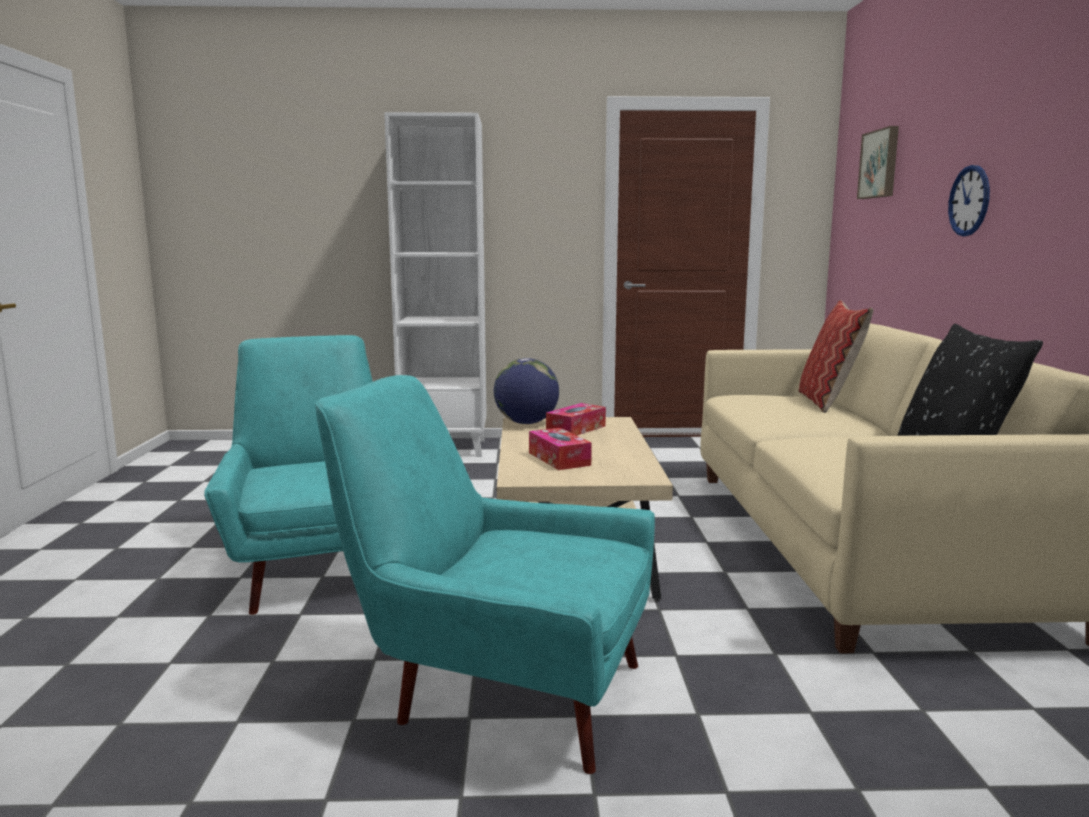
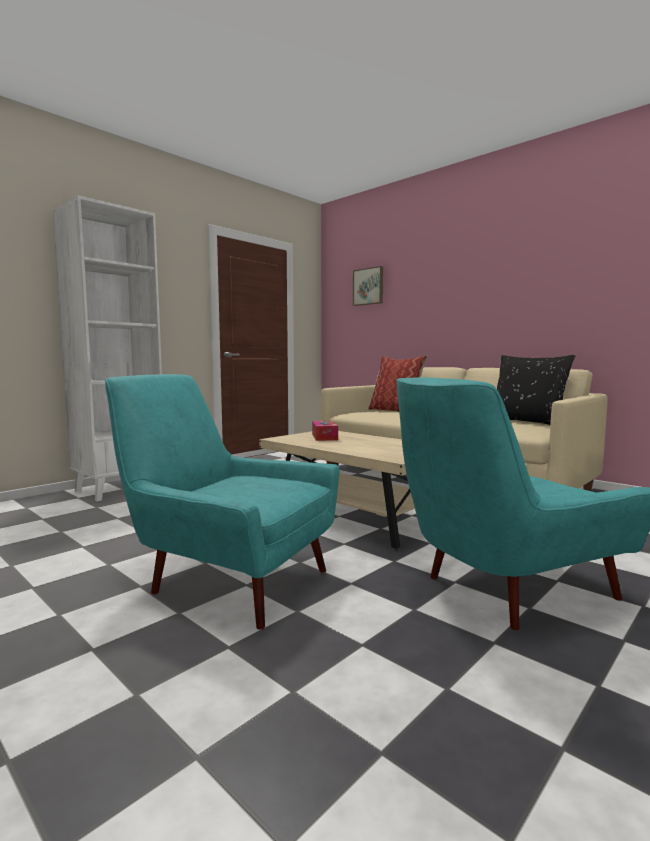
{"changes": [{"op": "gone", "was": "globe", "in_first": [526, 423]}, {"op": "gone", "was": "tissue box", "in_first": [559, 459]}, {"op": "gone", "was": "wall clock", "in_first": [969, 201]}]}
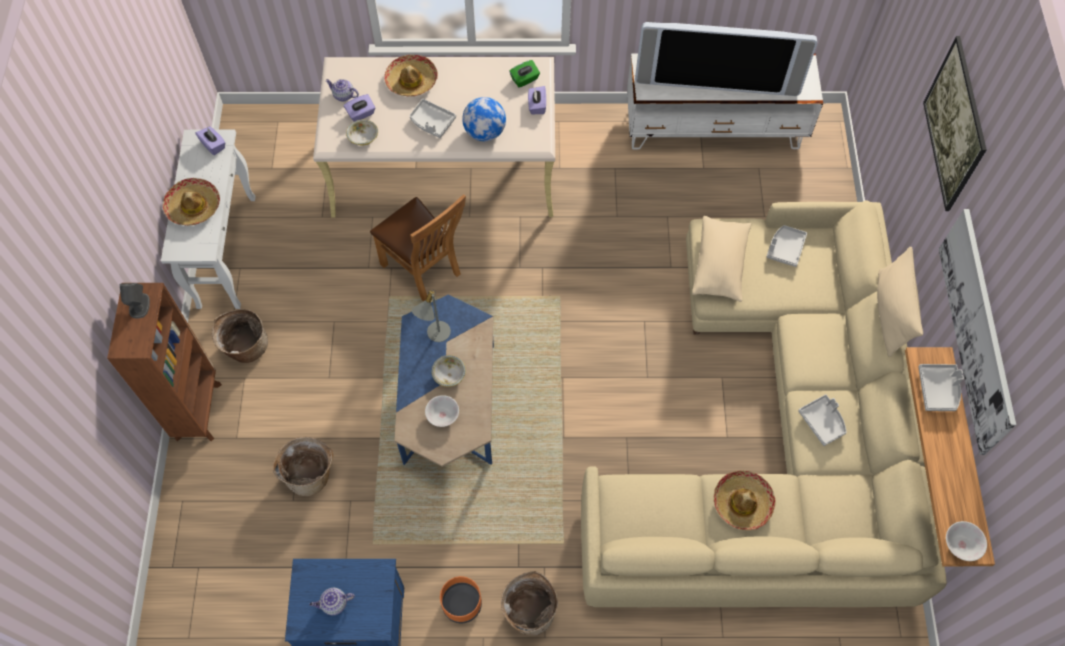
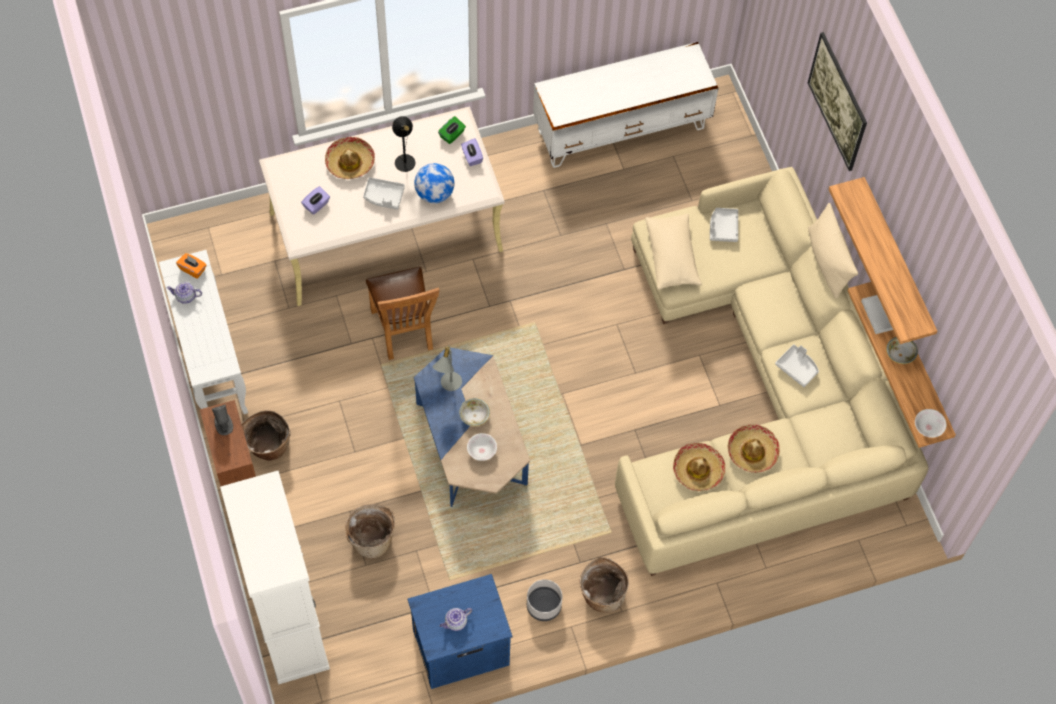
{"changes": [{"op": "shifted", "was": "hat", "in_first": [194, 207], "in_second": [698, 470]}, {"op": "repainted", "was": "purple tissue box", "now": "orange tissue box", "in_first": [213, 145], "in_second": [193, 269]}, {"op": "shifted", "was": "teapot", "in_first": [343, 95], "in_second": [185, 297]}, {"op": "shifted", "was": "bowl", "in_first": [363, 138], "in_second": [900, 354]}, {"op": "rotated", "was": "brown chair", "in_first": [425, 271], "in_second": [404, 332], "clockwise": 45}, {"op": "repainted", "was": "orange planter", "now": "grey planter", "in_first": [461, 604], "in_second": [543, 606]}, {"op": "gone", "was": "television", "in_first": [717, 83]}, {"op": "swapped", "was": "picture", "now": "shelf", "in_first": [977, 329], "in_second": [897, 261]}, {"op": "new", "now": "white cabinet", "in_second": [290, 627]}, {"op": "new", "now": "black table lamp", "in_second": [404, 159]}]}
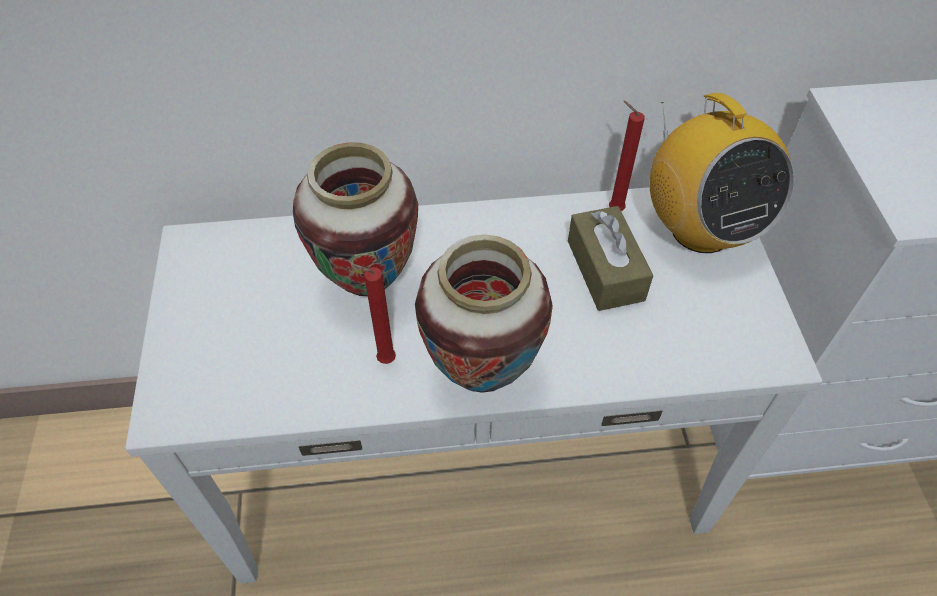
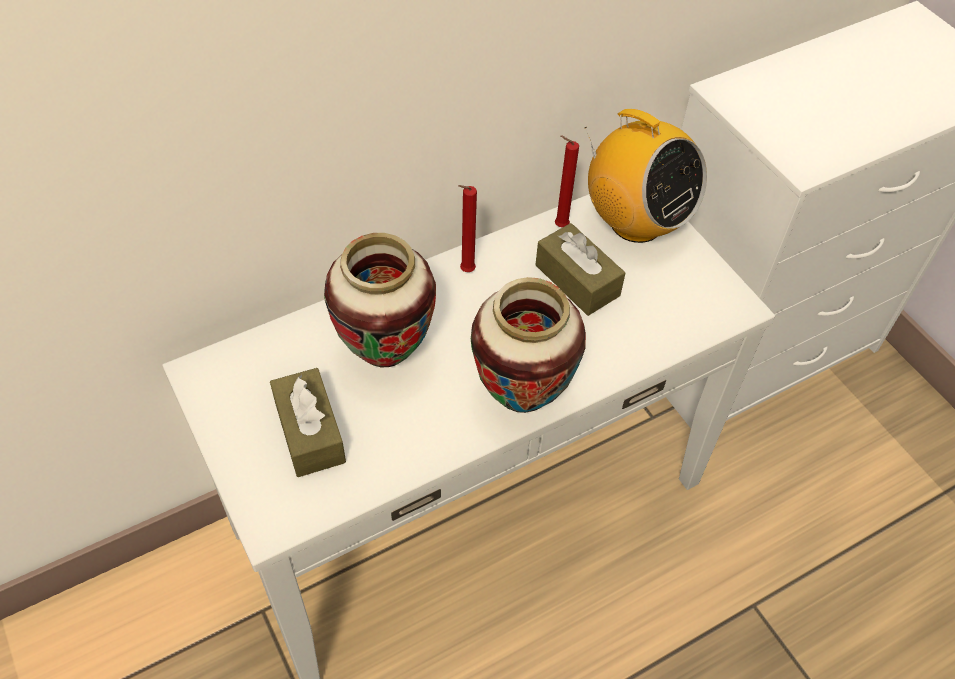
{"changes": [{"op": "shifted", "was": "red candle", "in_first": [383, 360], "in_second": [465, 271]}, {"op": "new", "now": "brown tissue box", "in_second": [310, 432]}]}
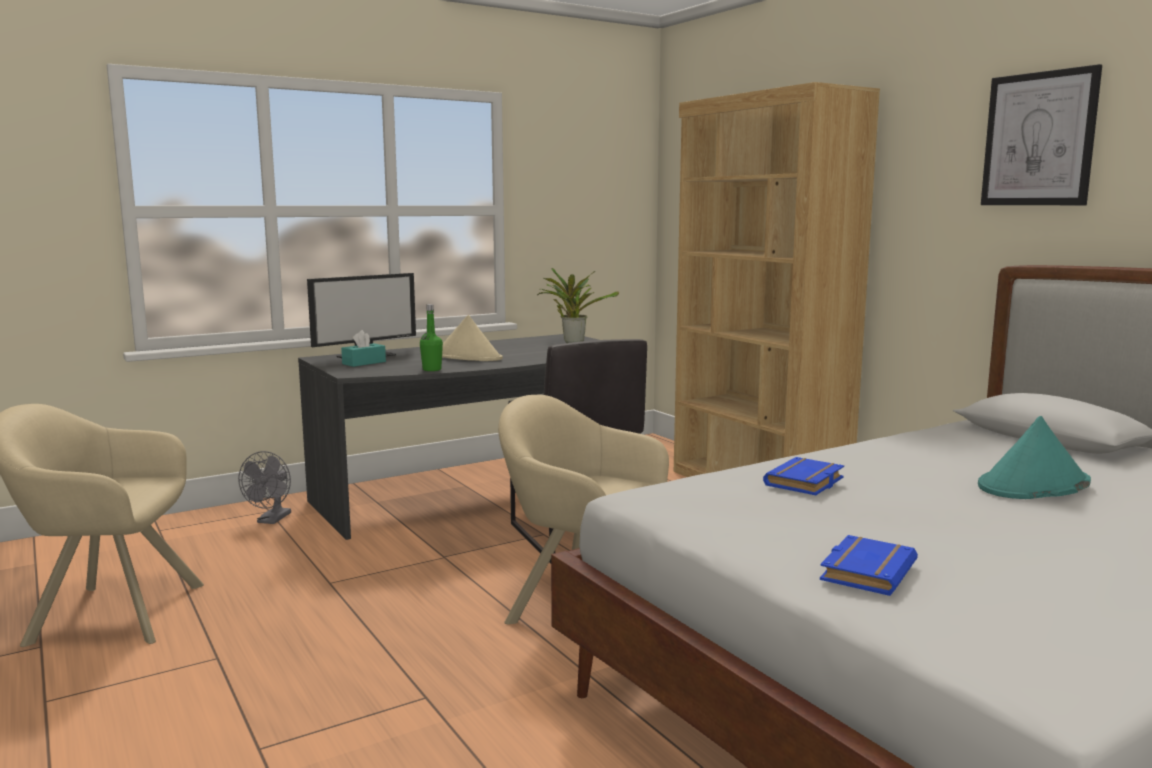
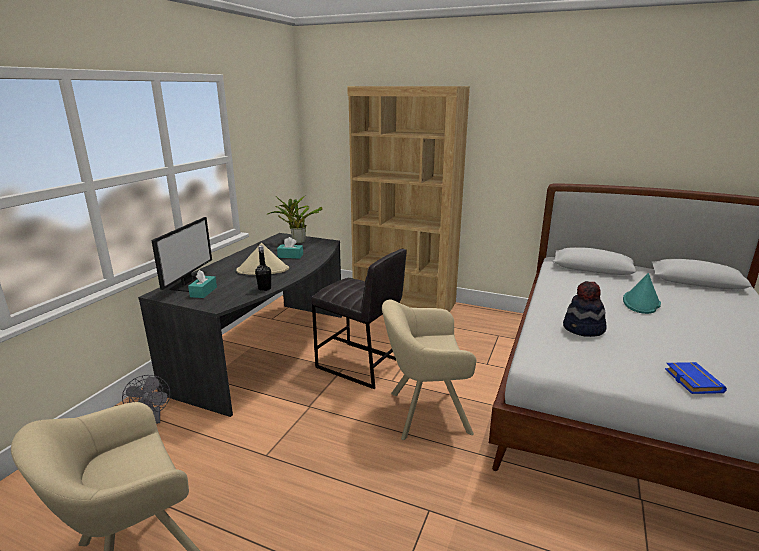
{"changes": [{"op": "repainted", "was": "green bottle", "now": "black bottle", "in_first": [432, 369], "in_second": [264, 288]}, {"op": "swapped", "was": "blue book", "now": "hat", "in_first": [806, 483], "in_second": [583, 329]}, {"op": "gone", "was": "picture", "in_first": [1039, 139]}, {"op": "new", "now": "turquoise tissue box", "in_second": [290, 256]}]}
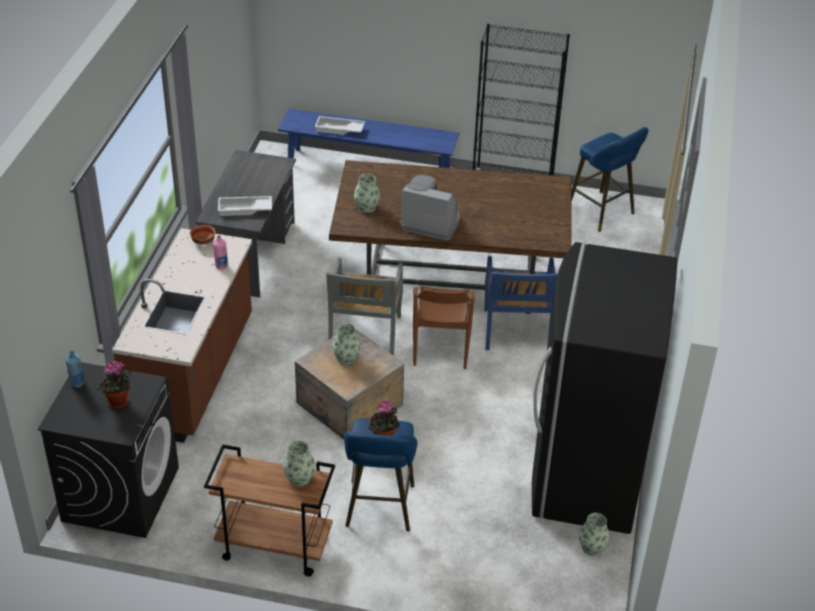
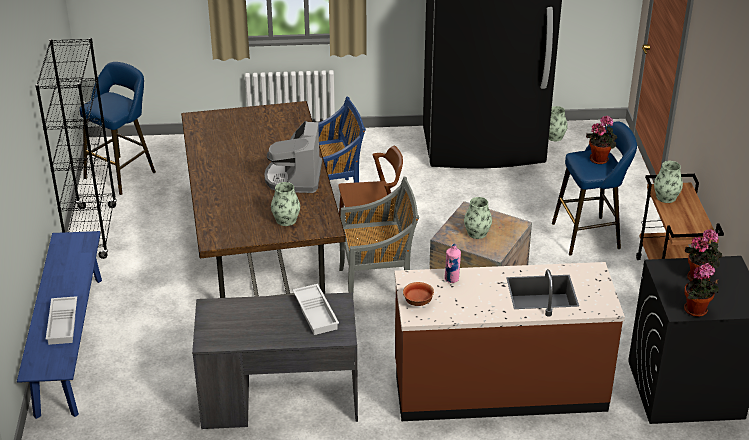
{"changes": [{"op": "swapped", "was": "blue bottle", "now": "potted plant", "in_first": [77, 383], "in_second": [697, 311]}]}
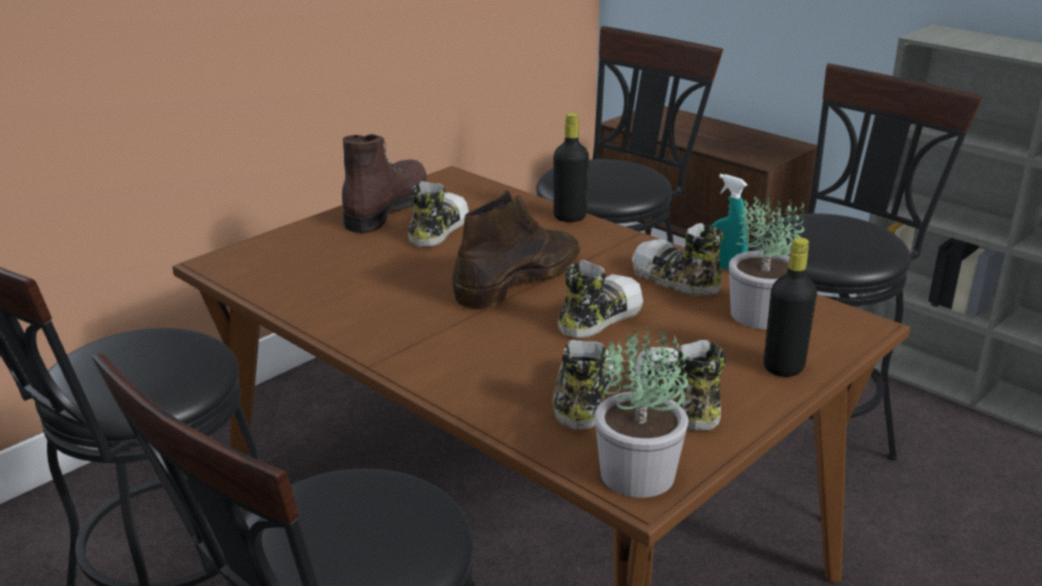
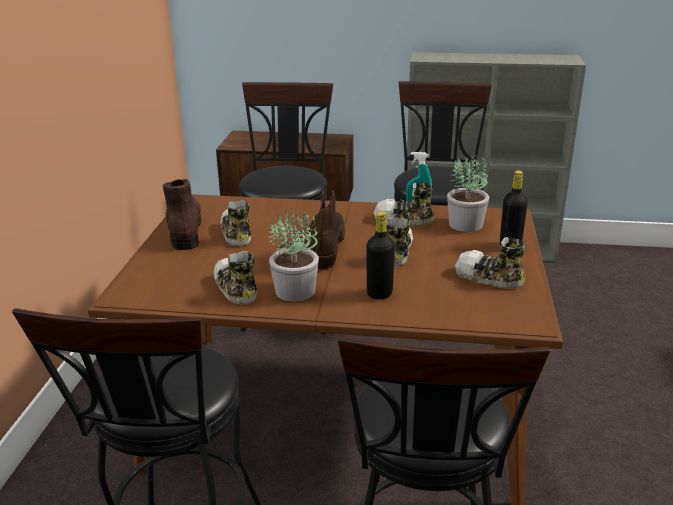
{"changes": [{"op": "shifted", "was": "shoe", "in_first": [581, 397], "in_second": [235, 288]}, {"op": "shifted", "was": "black bottle", "in_first": [569, 217], "in_second": [379, 293]}, {"op": "shifted", "was": "potted plant", "in_first": [639, 474], "in_second": [296, 291]}]}
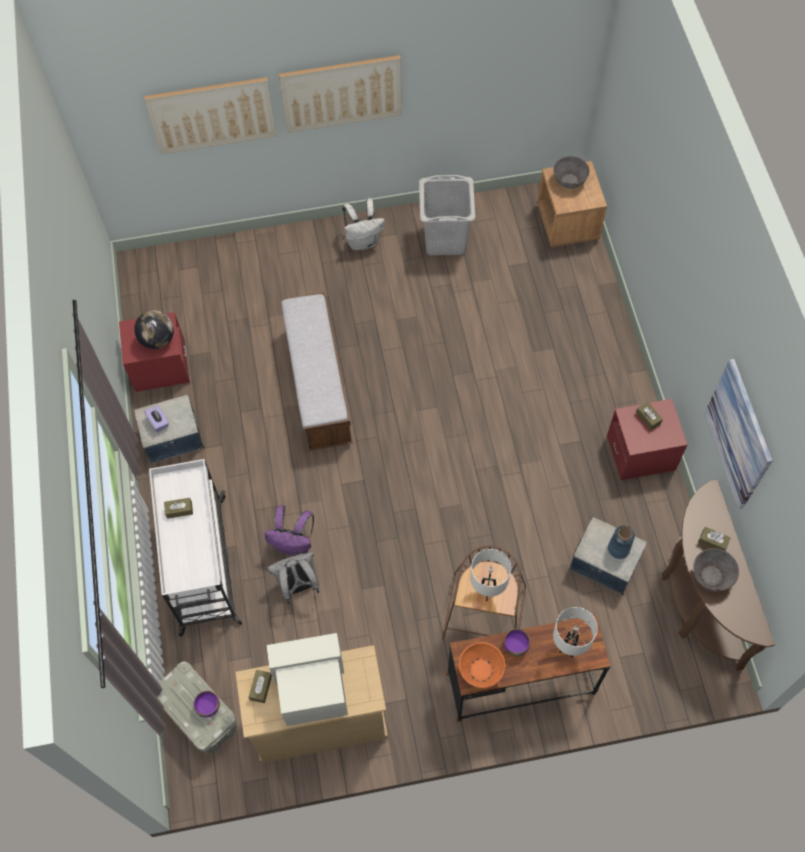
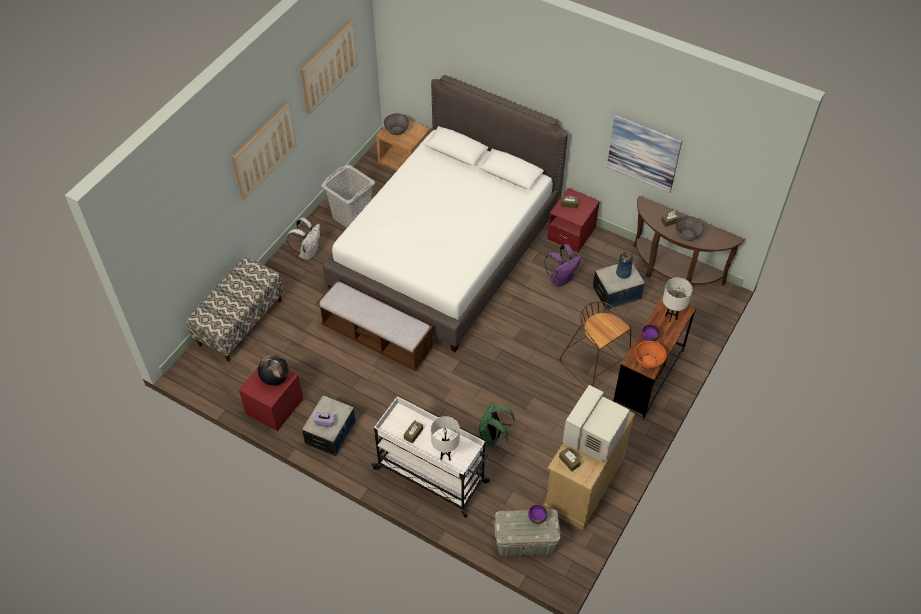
{"changes": [{"op": "shifted", "was": "picture", "in_first": [212, 115], "in_second": [328, 66]}, {"op": "shifted", "was": "purple backpack", "in_first": [294, 545], "in_second": [561, 279]}, {"op": "repainted", "was": "grey backpack", "now": "green backpack", "in_first": [298, 586], "in_second": [493, 437]}, {"op": "shifted", "was": "white table lamp", "in_first": [487, 592], "in_second": [445, 456]}, {"op": "new", "now": "bench", "in_second": [240, 322]}, {"op": "new", "now": "white bed", "in_second": [446, 251]}]}
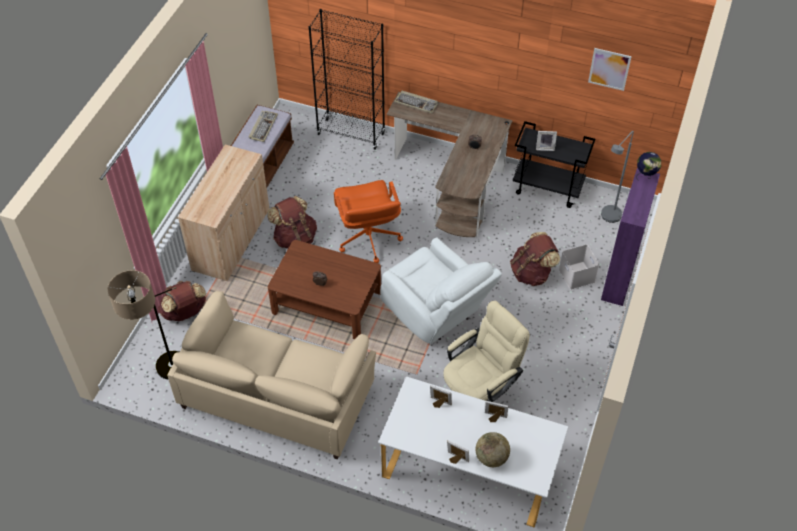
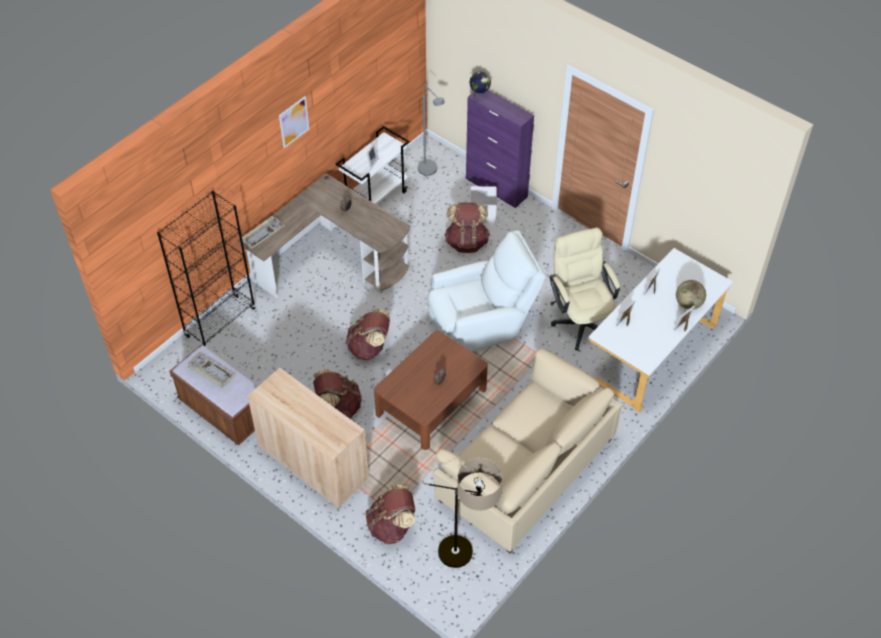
{"changes": [{"op": "swapped", "was": "orange office chair", "now": "brown backpack", "in_first": [368, 239], "in_second": [369, 348]}, {"op": "repainted", "was": "black cart", "now": "white cart", "in_first": [548, 188], "in_second": [375, 198]}, {"op": "shifted", "was": "picture", "in_first": [609, 69], "in_second": [294, 122]}]}
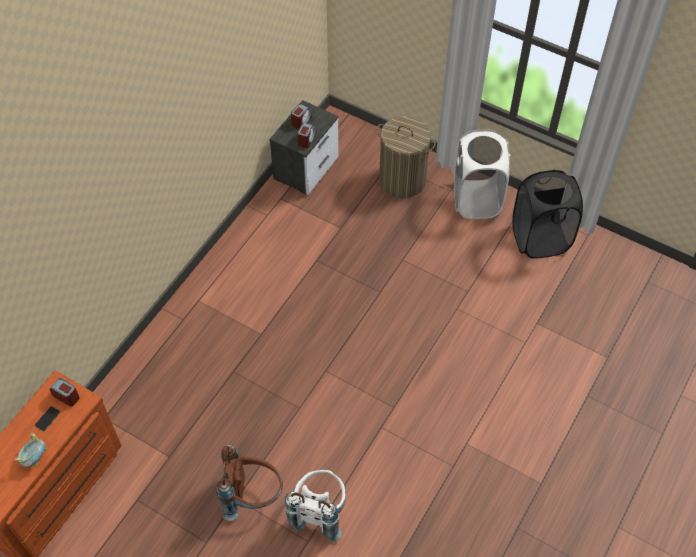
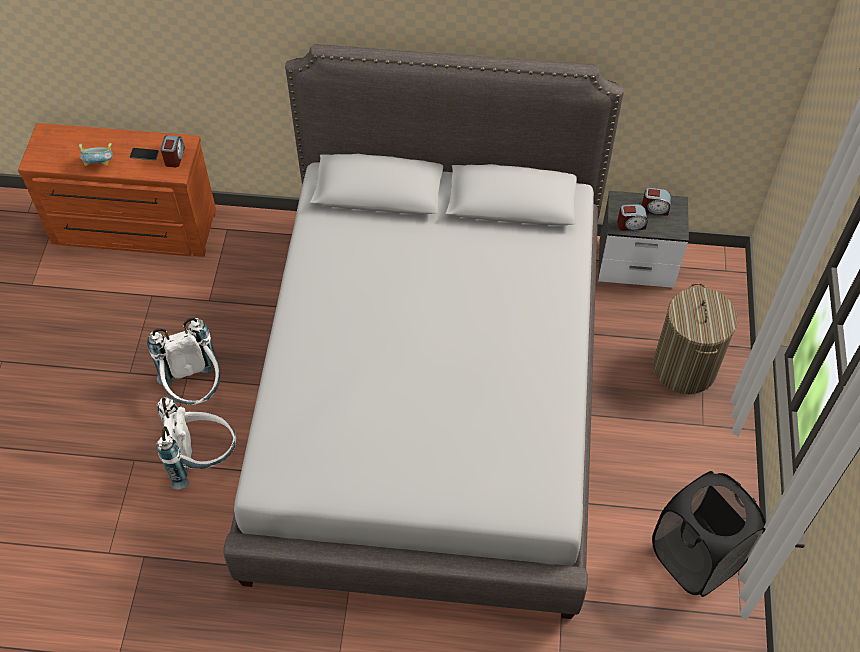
{"changes": [{"op": "repainted", "was": "brown backpack", "now": "white backpack", "in_first": [252, 496], "in_second": [195, 390]}, {"op": "gone", "was": "white laundry basket", "in_first": [476, 199]}, {"op": "new", "now": "grey bed", "in_second": [430, 399]}]}
